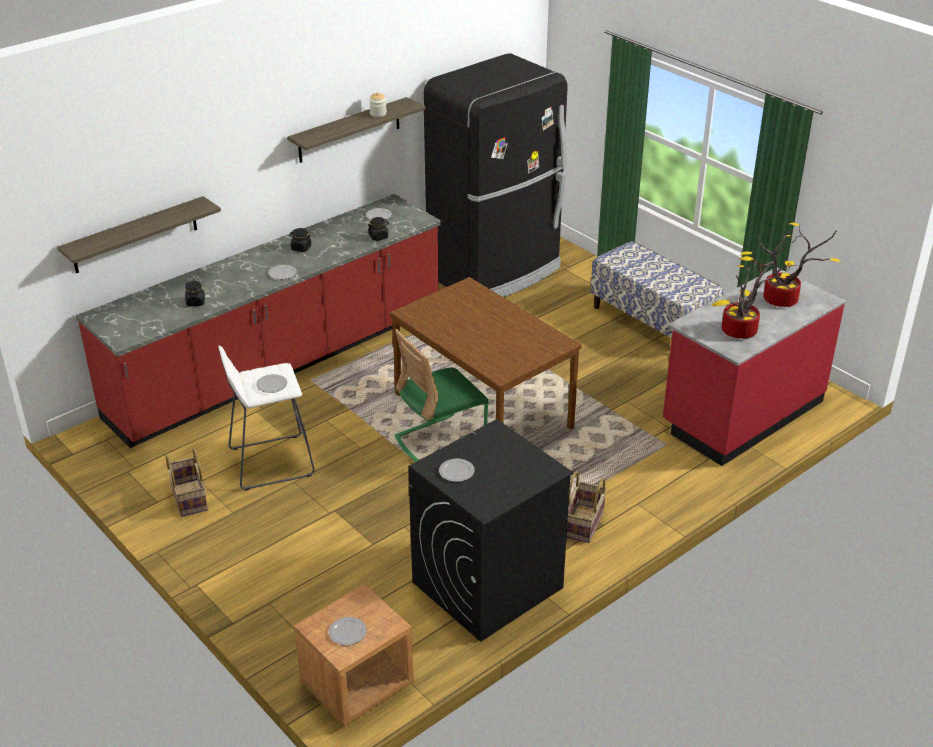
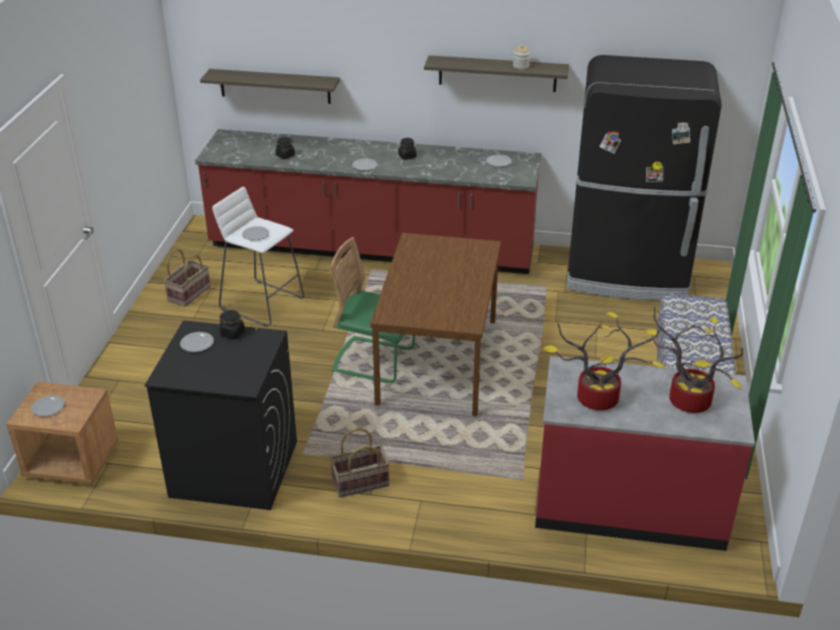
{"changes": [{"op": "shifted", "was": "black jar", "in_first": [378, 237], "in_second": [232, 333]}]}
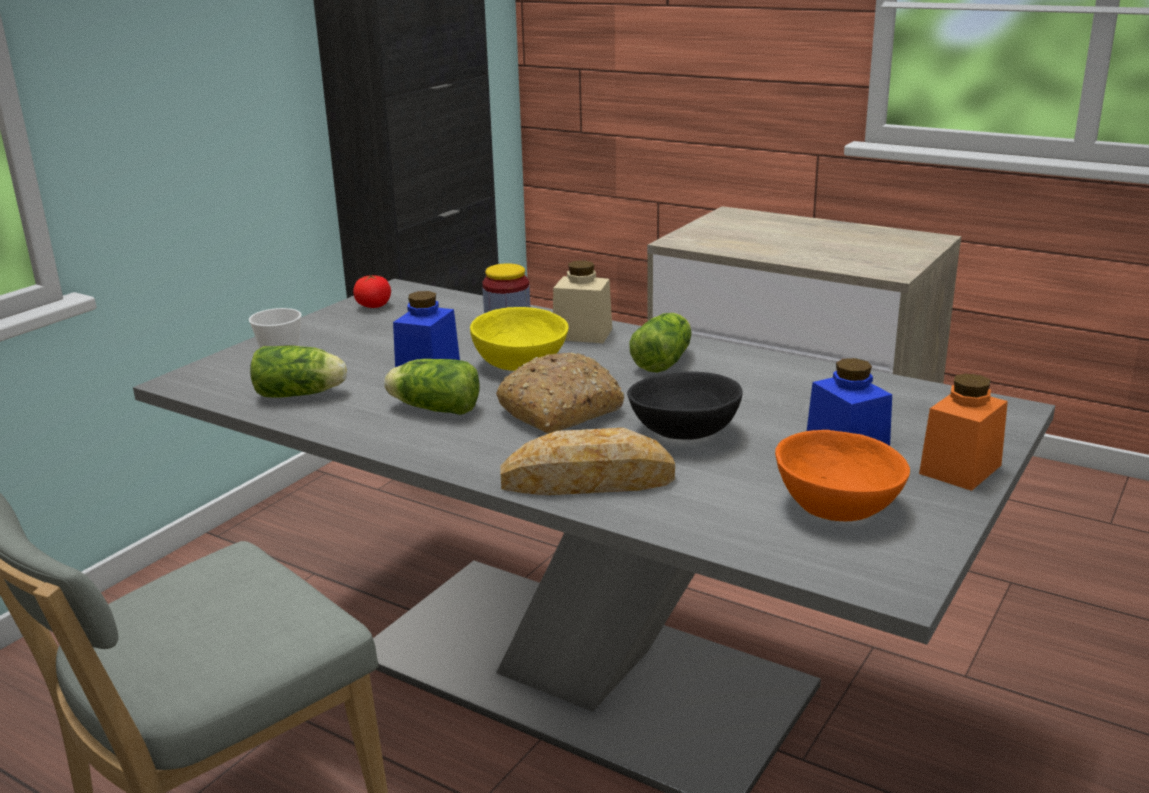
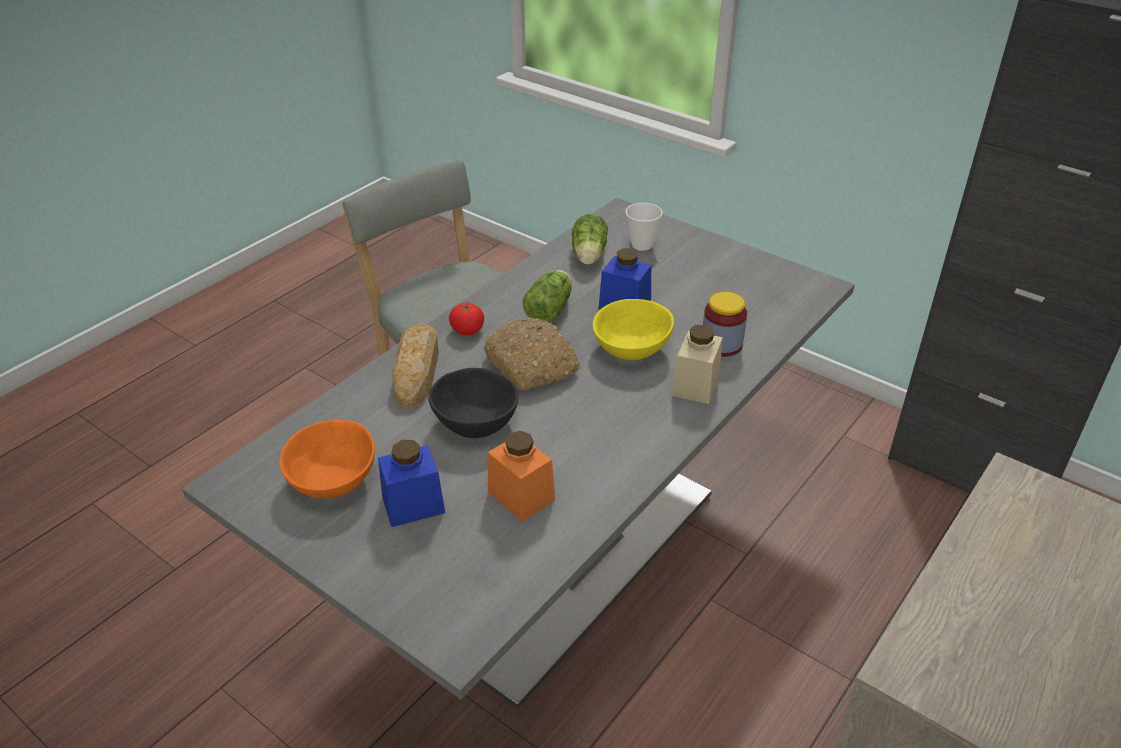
{"changes": [{"op": "shifted", "was": "tomato", "in_first": [373, 306], "in_second": [467, 330]}, {"op": "gone", "was": "lettuce", "in_first": [664, 360]}, {"op": "shifted", "was": "orange jar", "in_first": [960, 469], "in_second": [521, 496]}]}
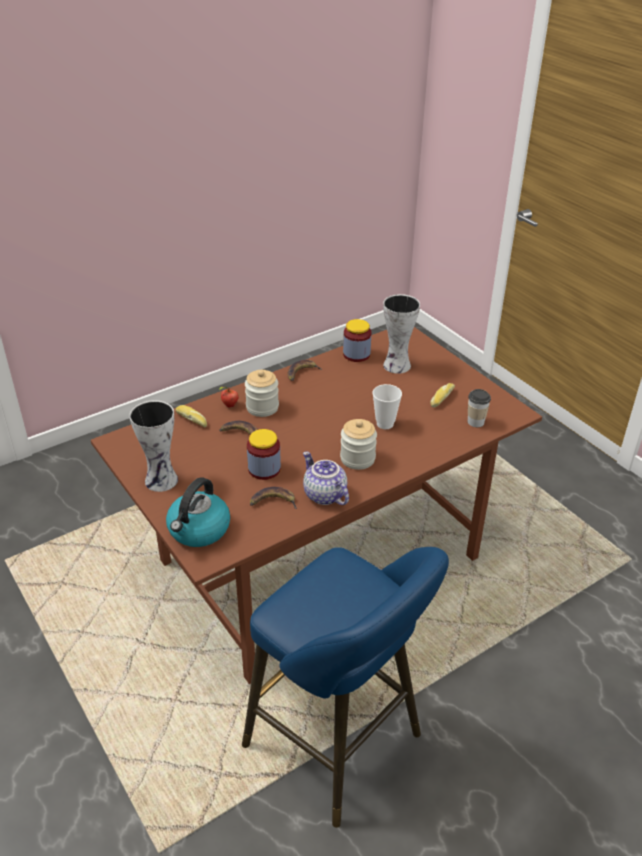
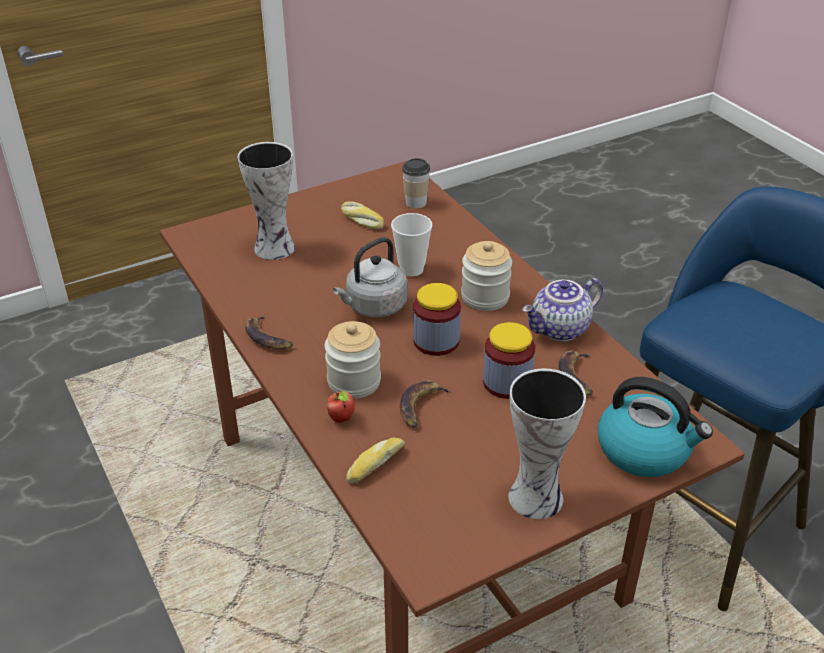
{"changes": [{"op": "shifted", "was": "jar", "in_first": [356, 354], "in_second": [436, 341]}, {"op": "new", "now": "grey kettle", "in_second": [373, 307]}]}
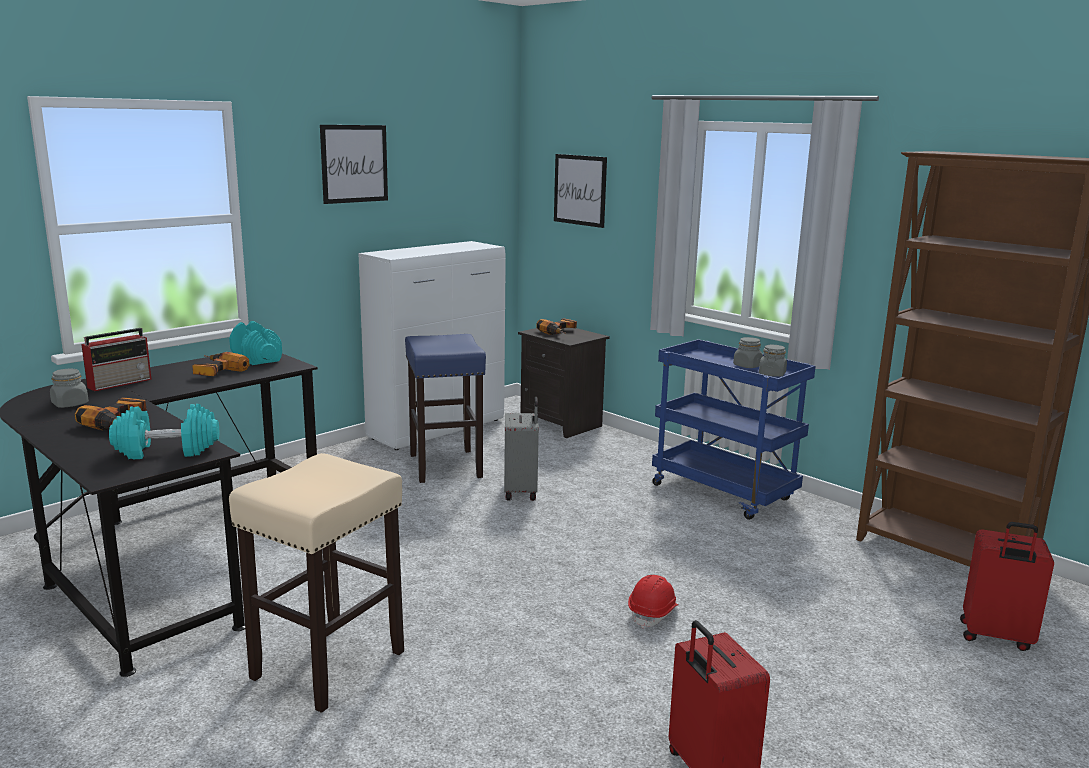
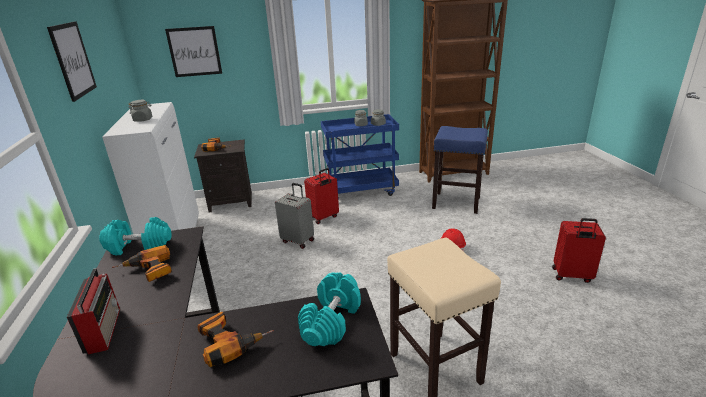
{"changes": [{"op": "shifted", "was": "grey jar", "in_first": [70, 404], "in_second": [143, 119]}, {"op": "shifted", "was": "blue stool", "in_first": [446, 466], "in_second": [457, 203]}, {"op": "shifted", "was": "red suitcase", "in_first": [995, 637], "in_second": [323, 217]}]}
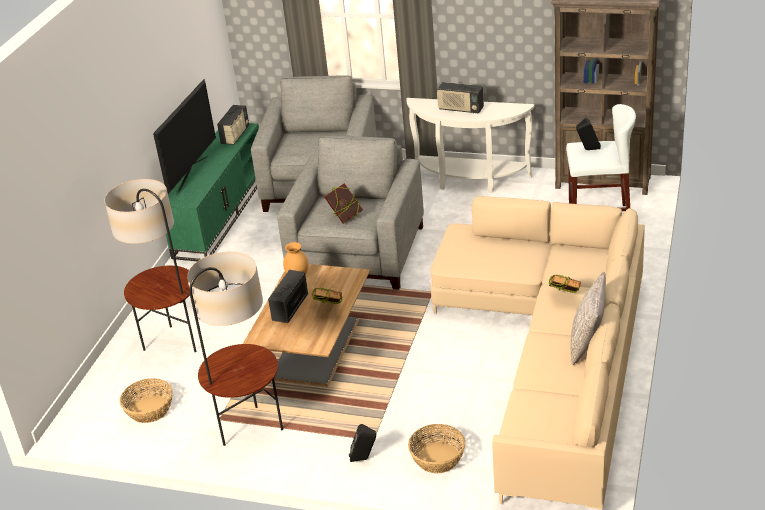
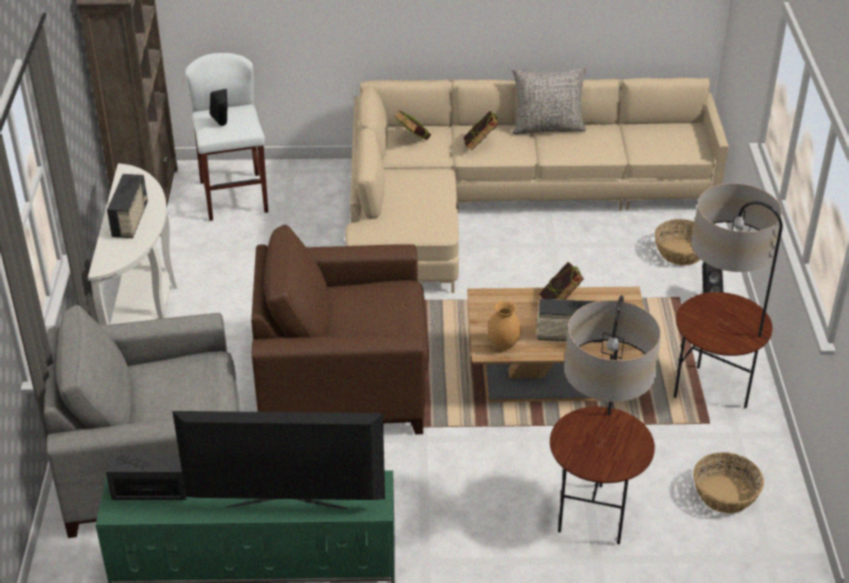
{"changes": [{"op": "repainted", "was": "grey armchair", "now": "brown armchair", "in_first": [358, 255], "in_second": [344, 381]}, {"op": "shifted", "was": "book", "in_first": [345, 217], "in_second": [412, 141]}]}
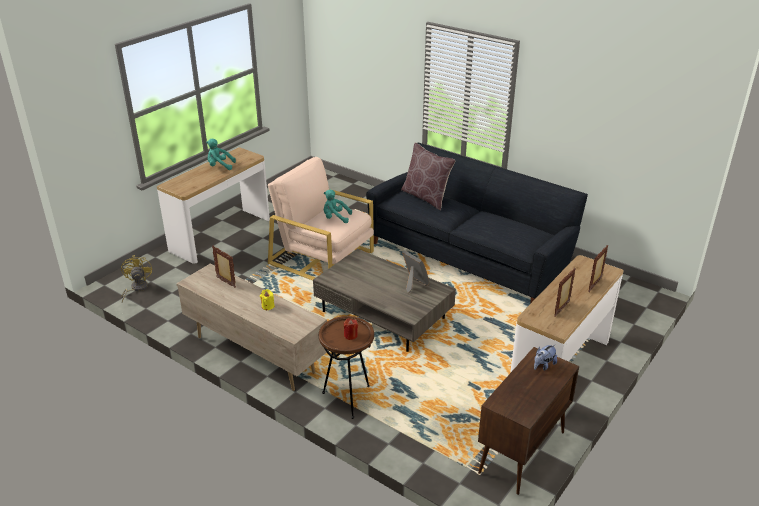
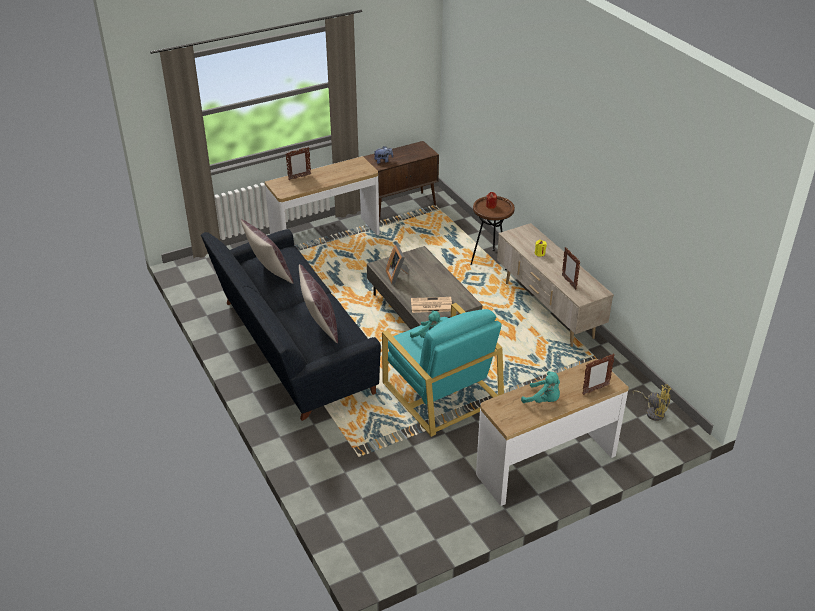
{"changes": [{"op": "rotated", "was": "yellow fan", "in_first": [136, 288], "in_second": [653, 411], "clockwise": -75}, {"op": "repainted", "was": "beige armchair", "now": "turquoise armchair", "in_first": [322, 258], "in_second": [441, 392]}, {"op": "shifted", "was": "picture frame", "in_first": [562, 309], "in_second": [595, 390]}, {"op": "new", "now": "brown pillow", "in_second": [269, 273]}, {"op": "new", "now": "newspaper", "in_second": [431, 305]}]}
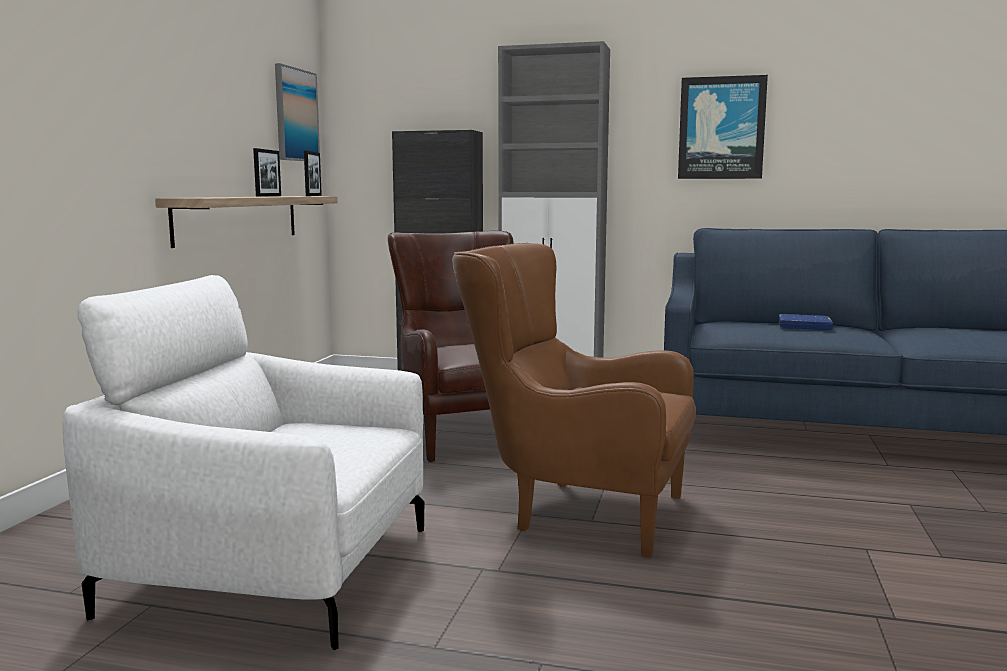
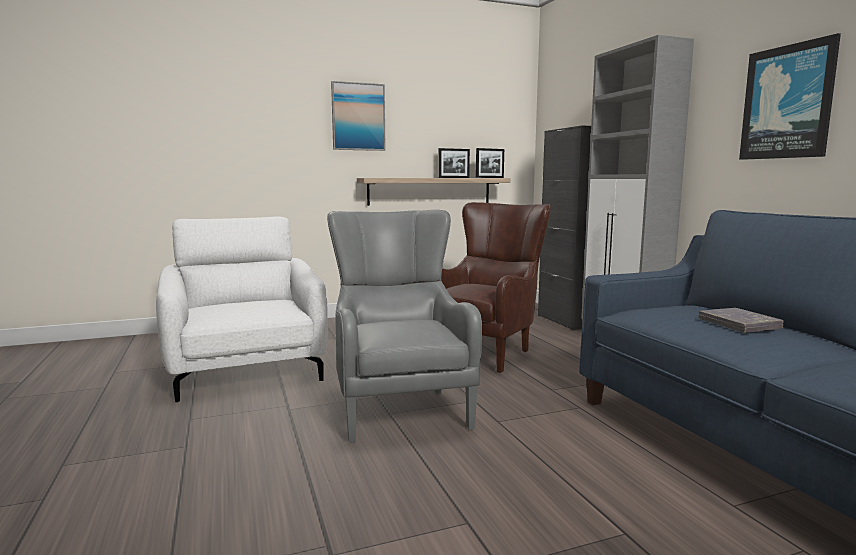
{"changes": [{"op": "shifted", "was": "picture", "in_first": [296, 115], "in_second": [358, 117]}, {"op": "repainted", "was": "brown armchair", "now": "grey armchair", "in_first": [573, 510], "in_second": [399, 405]}, {"op": "repainted", "was": "blue book", "now": "grey book", "in_first": [804, 326], "in_second": [738, 325]}]}
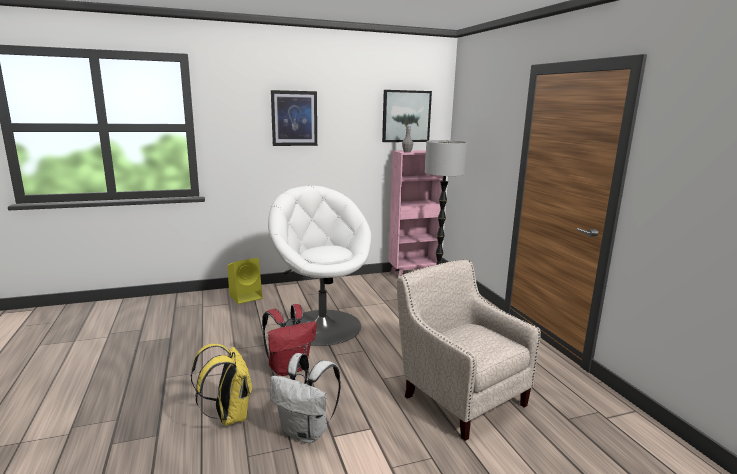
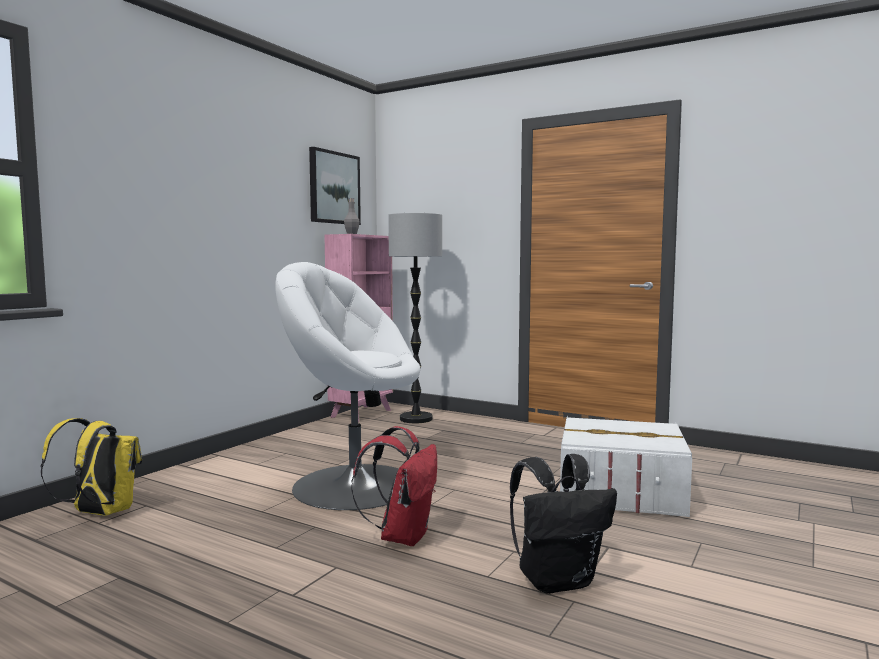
{"changes": [{"op": "shifted", "was": "yellow backpack", "in_first": [228, 416], "in_second": [99, 513]}, {"op": "gone", "was": "yellow speaker", "in_first": [246, 296]}, {"op": "repainted", "was": "white backpack", "now": "black backpack", "in_first": [306, 432], "in_second": [557, 580]}, {"op": "gone", "was": "picture", "in_first": [294, 118]}, {"op": "swapped", "was": "beige armchair", "now": "white storage box", "in_first": [460, 395], "in_second": [620, 490]}]}
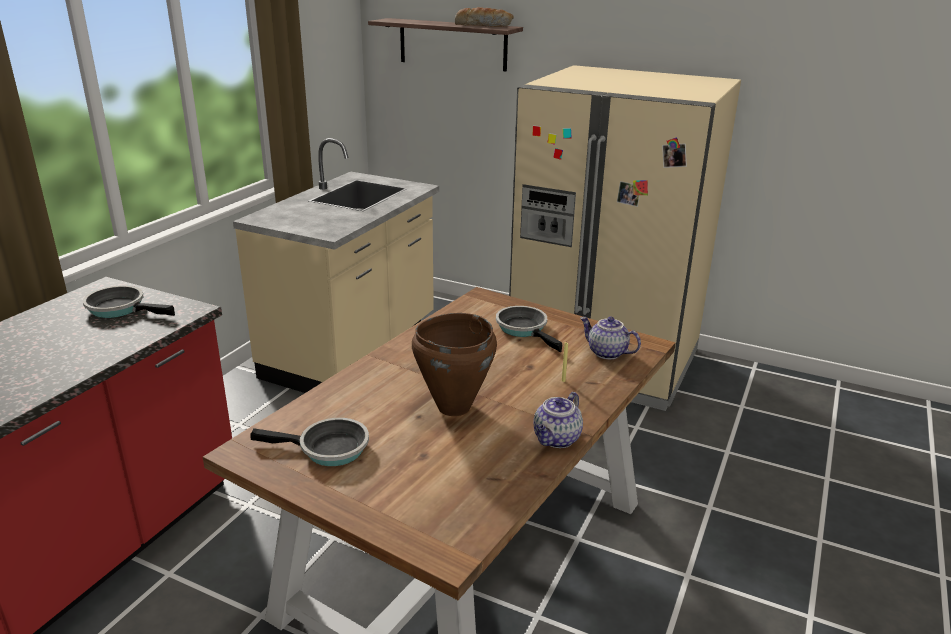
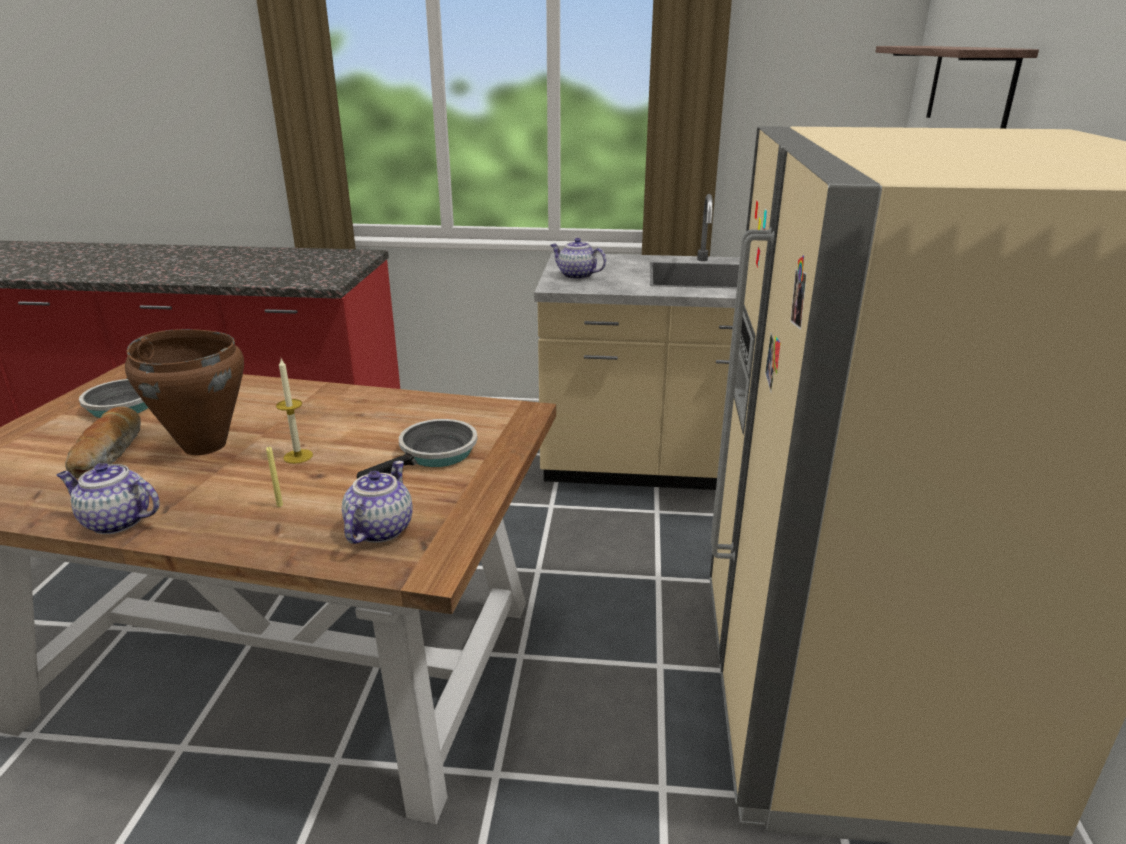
{"changes": [{"op": "gone", "was": "frying pan", "in_first": [120, 308]}, {"op": "shifted", "was": "bread", "in_first": [484, 25], "in_second": [110, 454]}, {"op": "new", "now": "candle", "in_second": [298, 456]}, {"op": "new", "now": "teapot", "in_second": [576, 276]}]}
